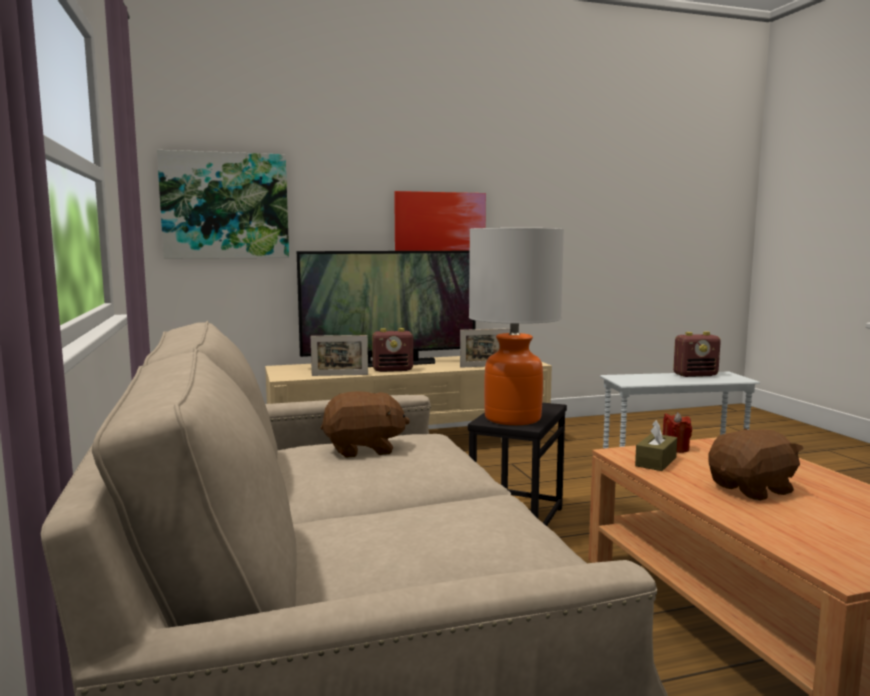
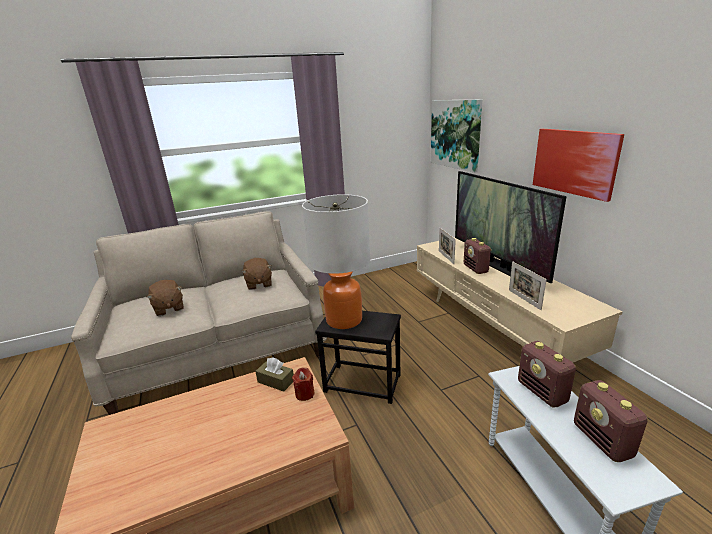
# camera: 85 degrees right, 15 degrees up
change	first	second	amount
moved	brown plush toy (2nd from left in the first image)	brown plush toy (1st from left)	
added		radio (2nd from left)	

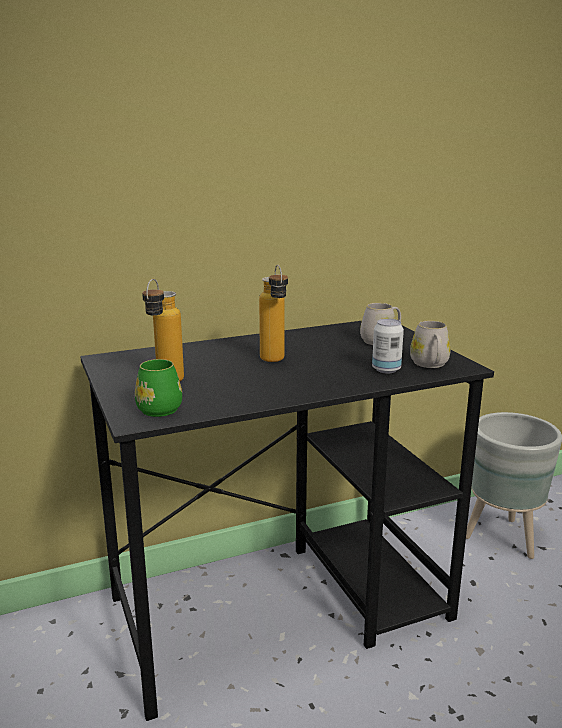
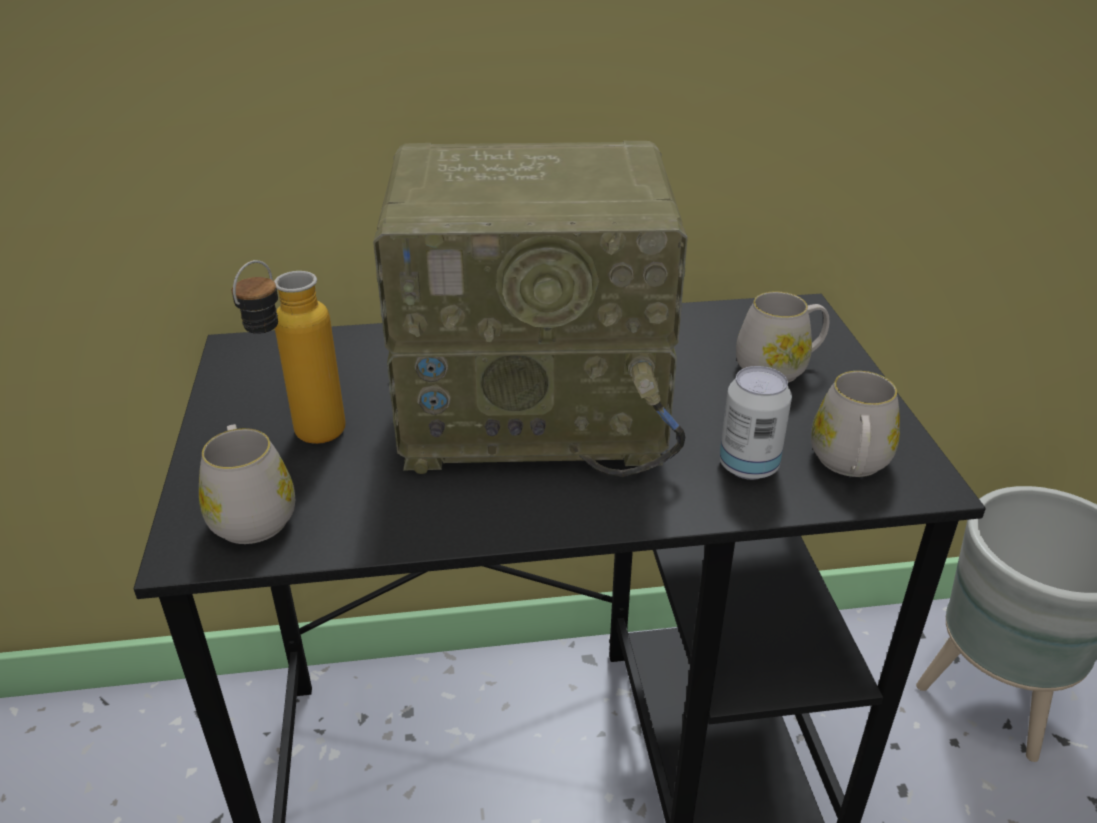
# camera: 15 degrees right, 15 degrees up
change	first	second	amount
replaced	bottle (2nd from left)	radio	
recoloured	green mug	white mug (1st from left)	

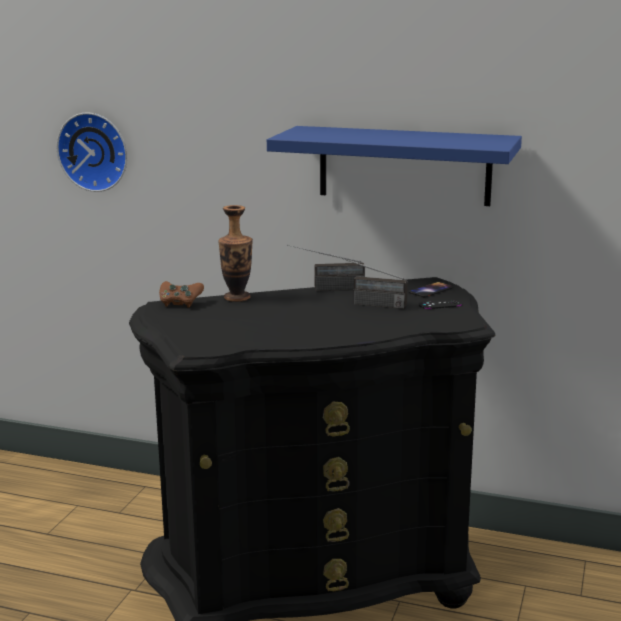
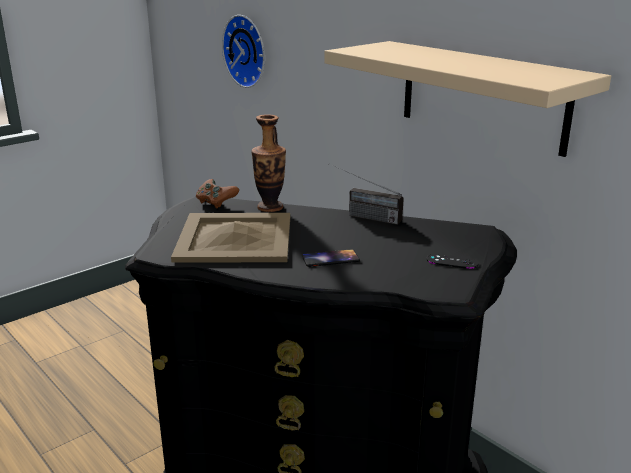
# camera: 30 degrees right, 5 degrees up
change	first	second	amount
recoloured	blue shelf	beige shelf	
removed	radio (2nd from left)		
moved	phone		
added		beige tray	

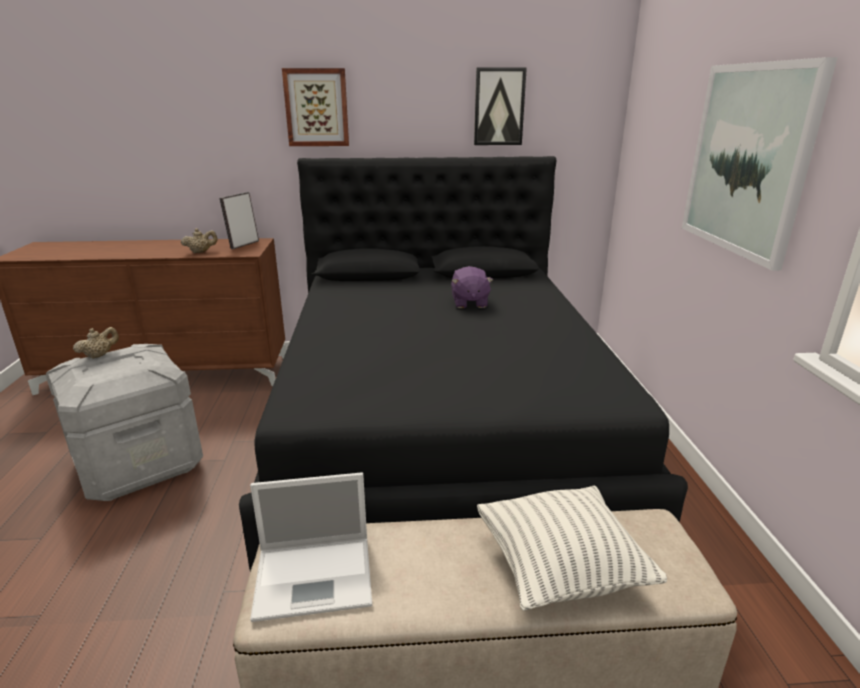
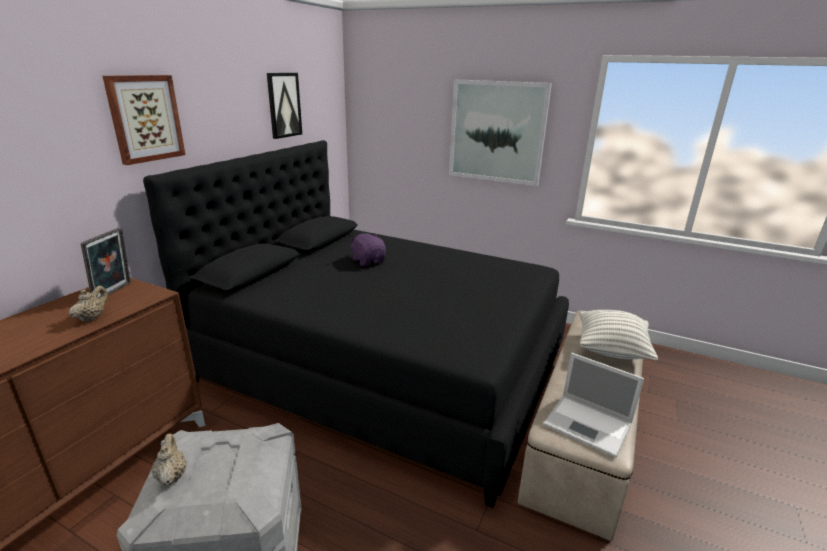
# camera: 60 degrees left, 0 degrees up
change	first	second	amount
turned	picture frame		135 degrees counterclockwise
turned	purple plush toy		150 degrees counterclockwise
turned	laptop		105 degrees clockwise

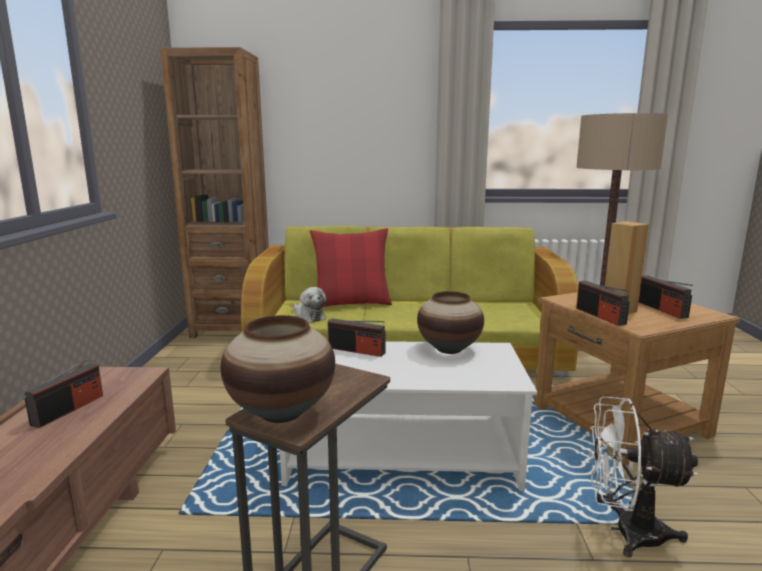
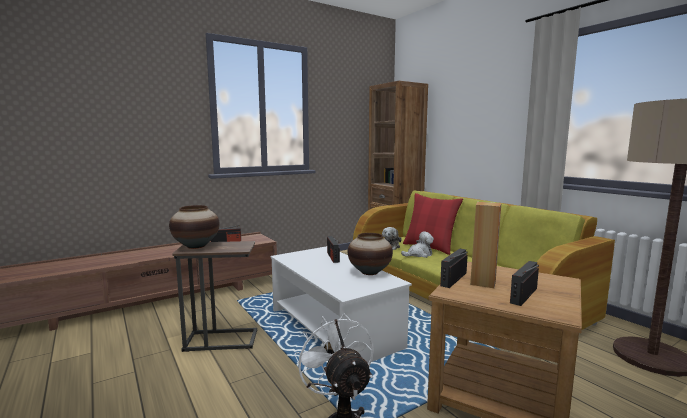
# camera: 55 degrees right, 5 degrees down
change	first	second	amount
added		plush toy (2nd from left)	

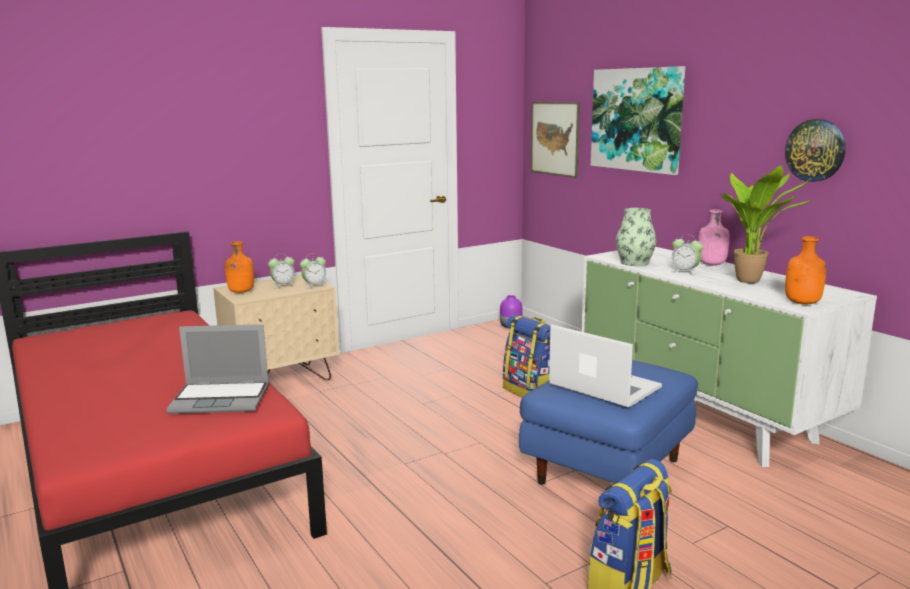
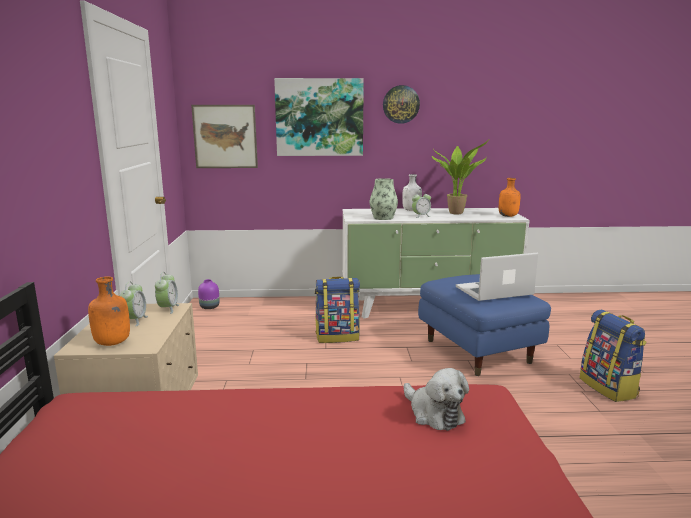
# camera: 60 degrees left, 0 degrees up
change	first	second	amount
moved	wall clock		
recoloured	pink bottle	white bottle	
replaced	laptop (1st from left)	plush toy	

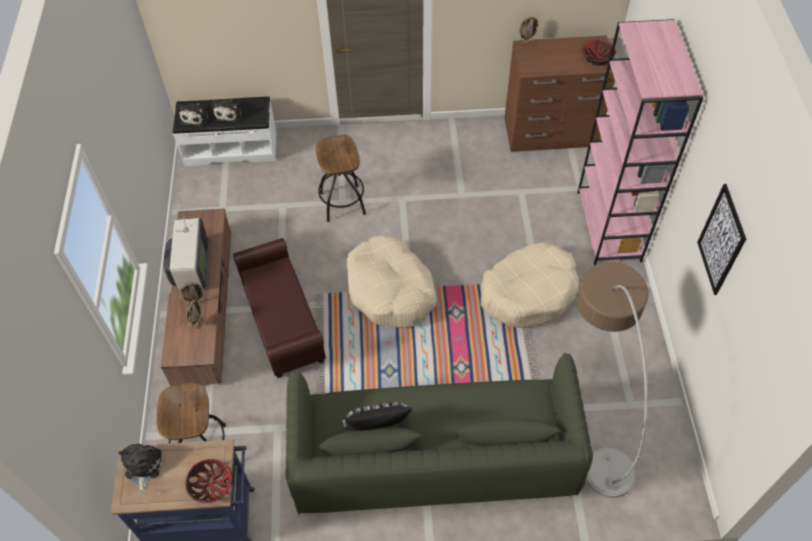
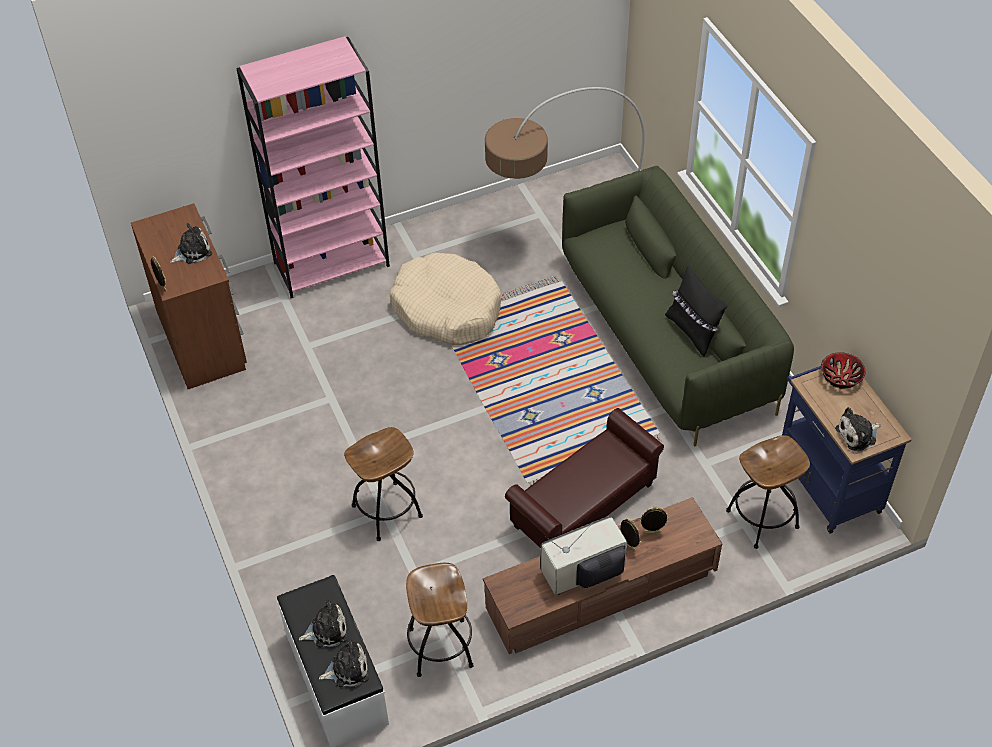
# camera: 110 degrees left, 5 degrees down
change	first	second	amount
removed	bowl (2nd from left)		
removed	picture		
removed	beige dog bed (1st from left)		
added		plush toy (1st from left)	
added		brown stool (2nd from left)	

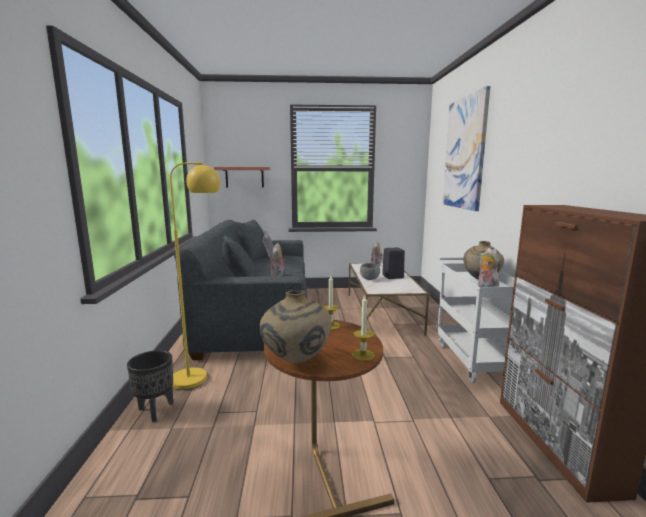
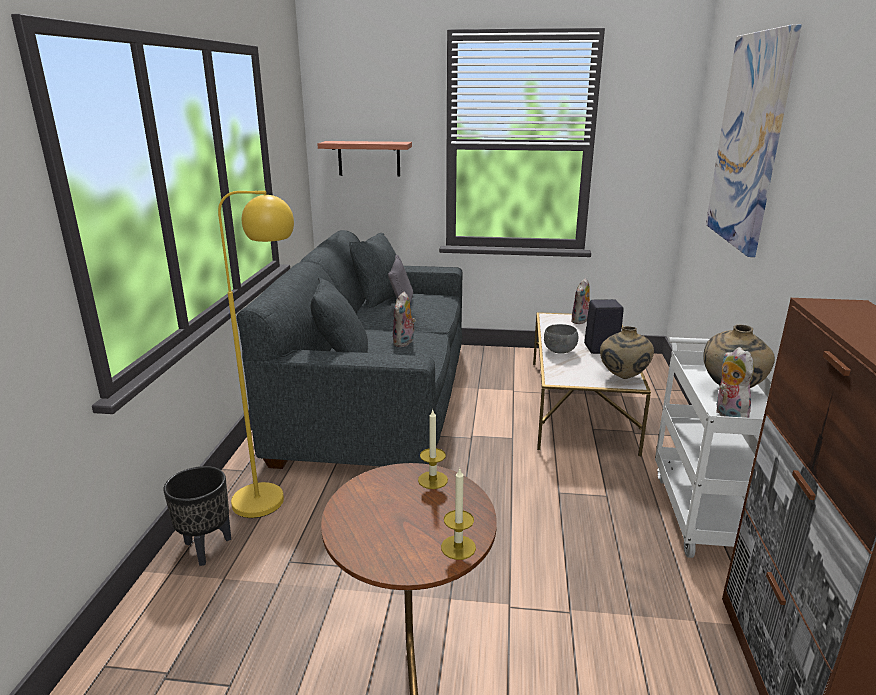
# camera: 10 degrees right, 10 degrees up
change	first	second	amount
moved	beige vase (1st from left)		

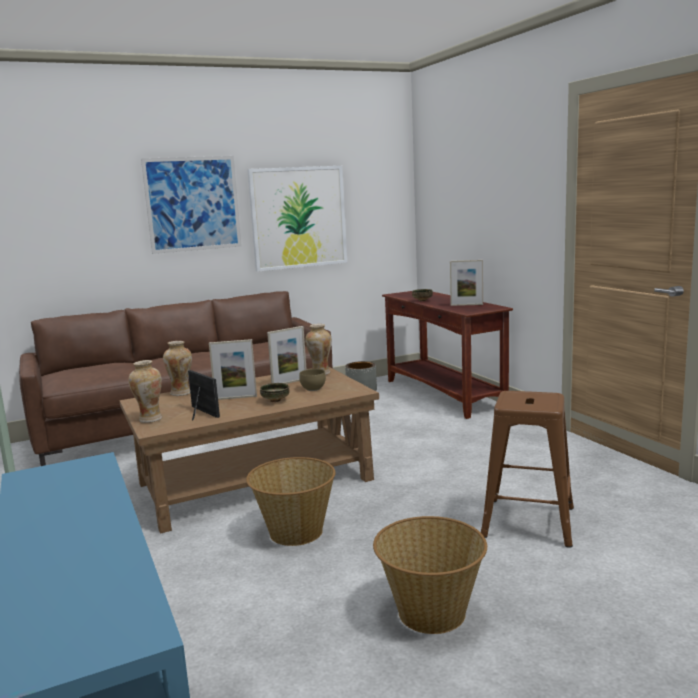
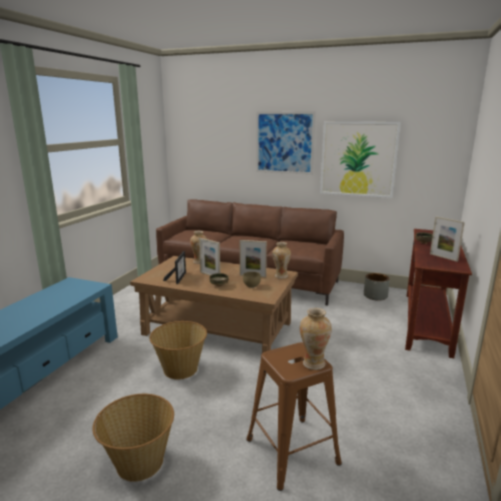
# camera: 45 degrees right, 5 degrees up
change	first	second	amount
moved	vase (1st from left in the first image)	vase (3rd from left)	

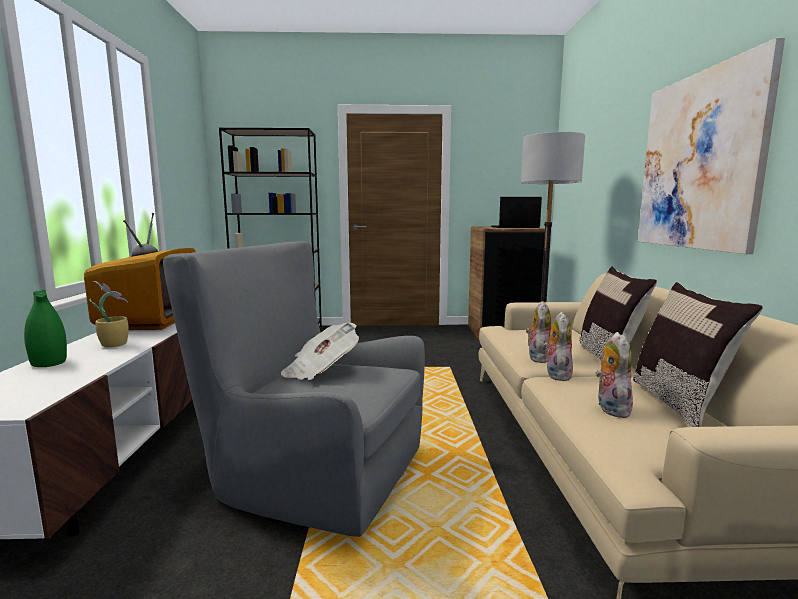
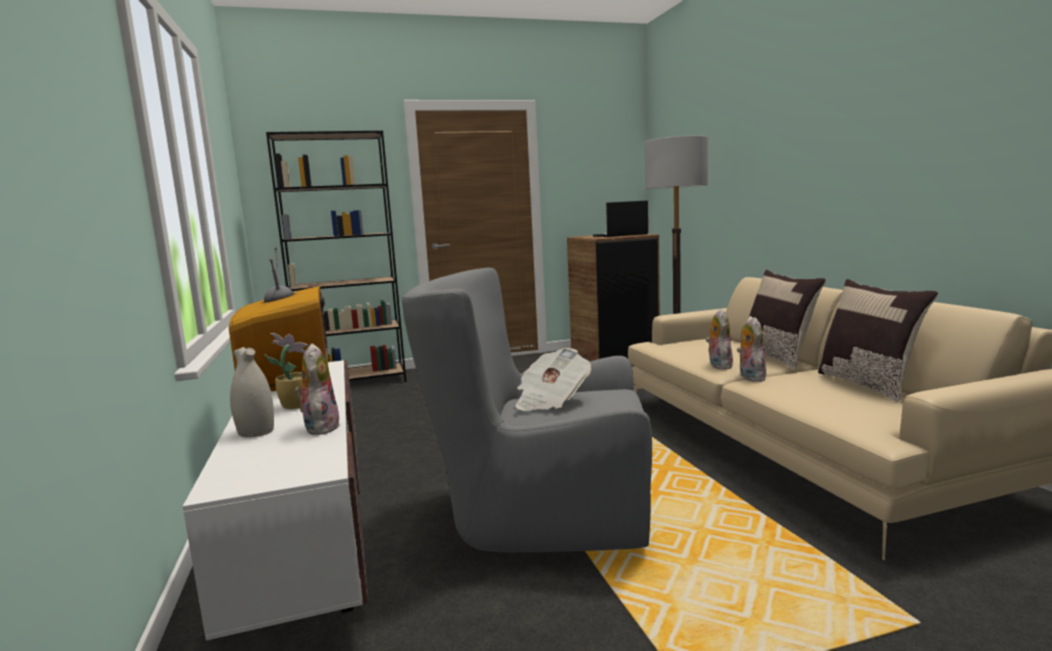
# camera: 15 degrees left, 0 degrees up
change	first	second	amount
removed	picture		
recoloured	green vase	white vase	
moved	plush toy (3rd from left in the first image)	plush toy (1st from left)	

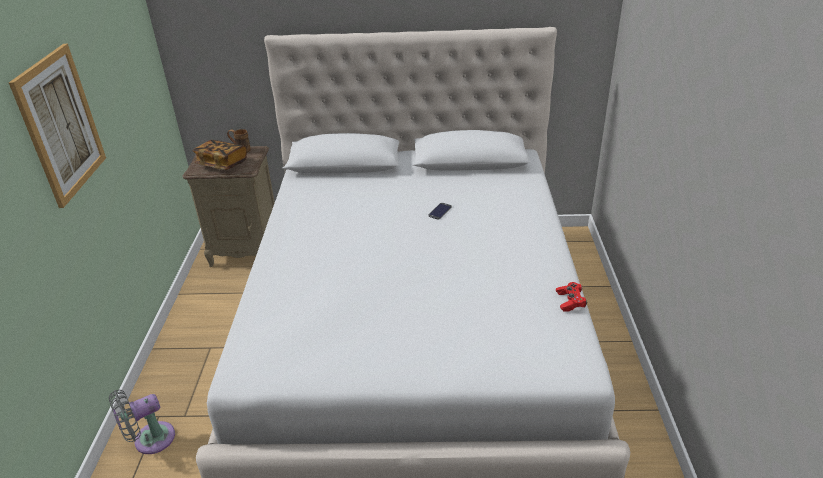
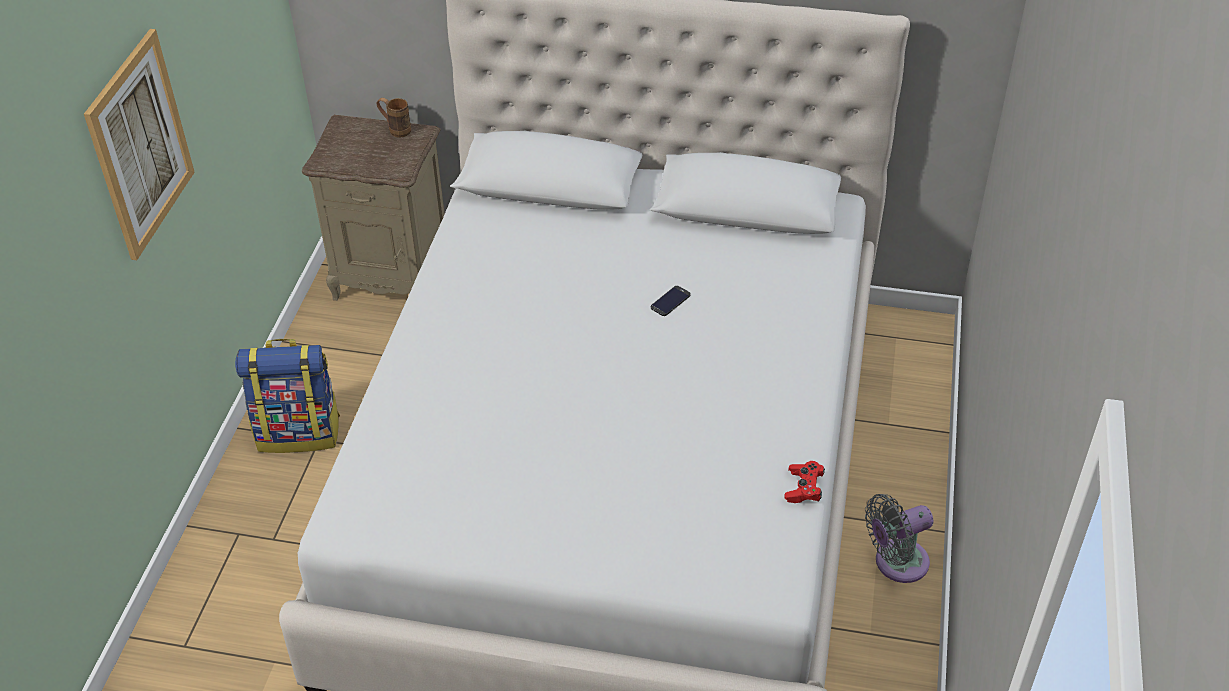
# camera: 10 degrees right, 10 degrees up
change	first	second	amount
removed	book		
moved	grey fan		
added		backpack	

